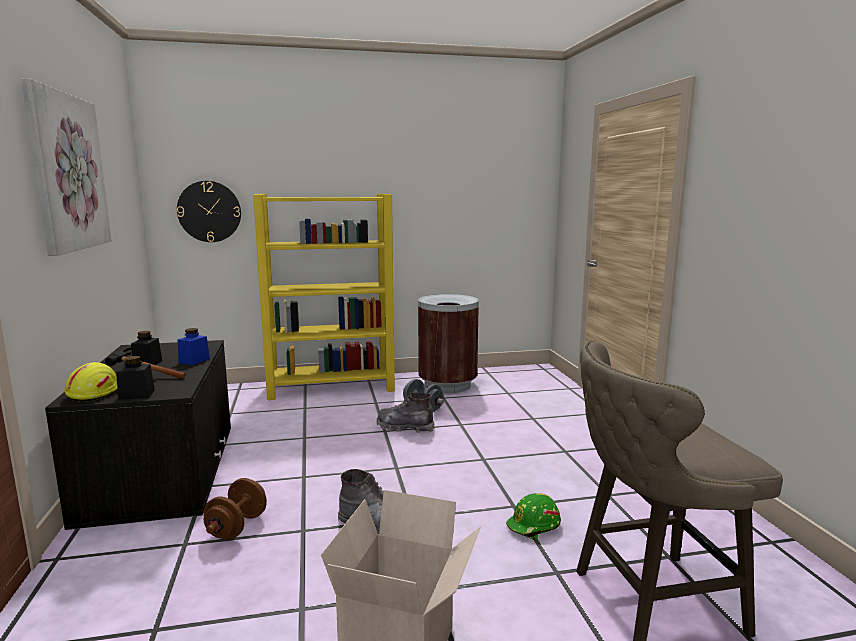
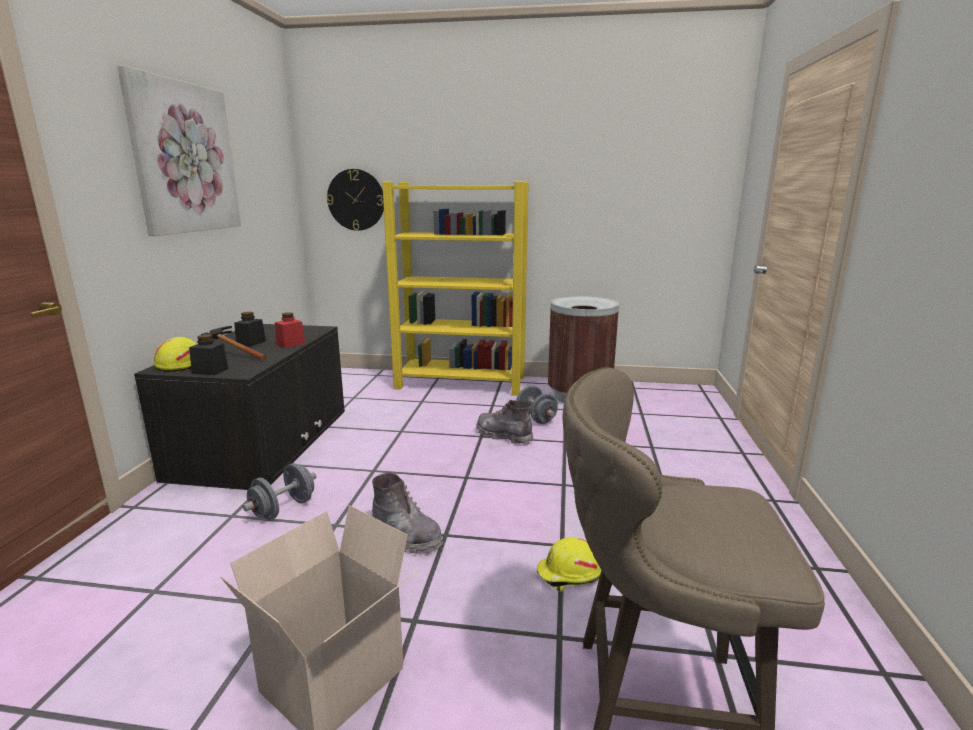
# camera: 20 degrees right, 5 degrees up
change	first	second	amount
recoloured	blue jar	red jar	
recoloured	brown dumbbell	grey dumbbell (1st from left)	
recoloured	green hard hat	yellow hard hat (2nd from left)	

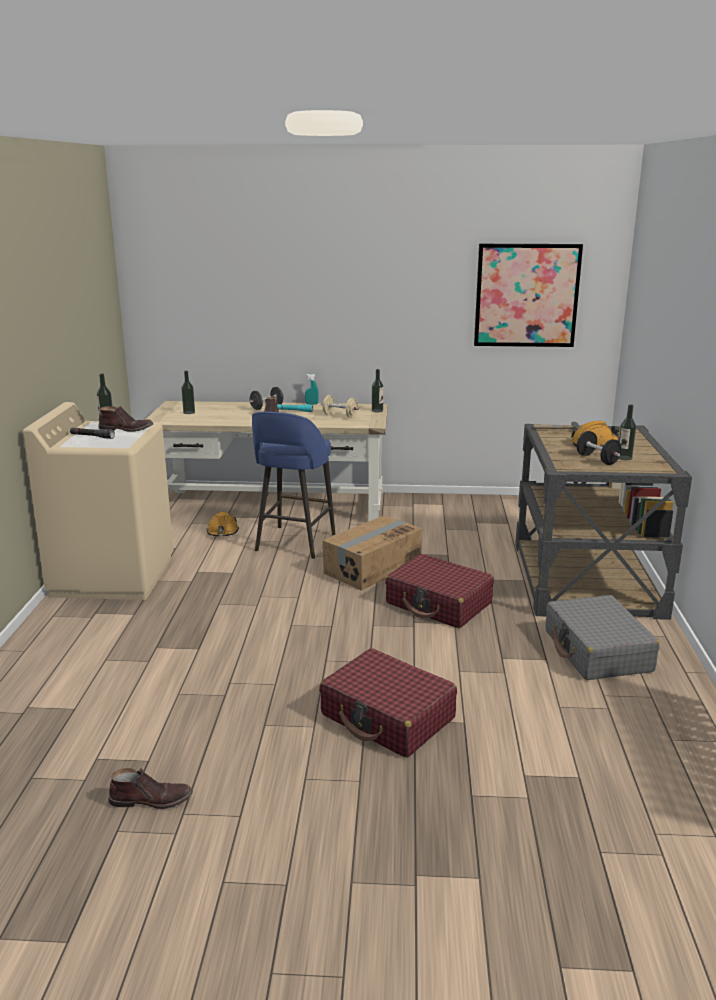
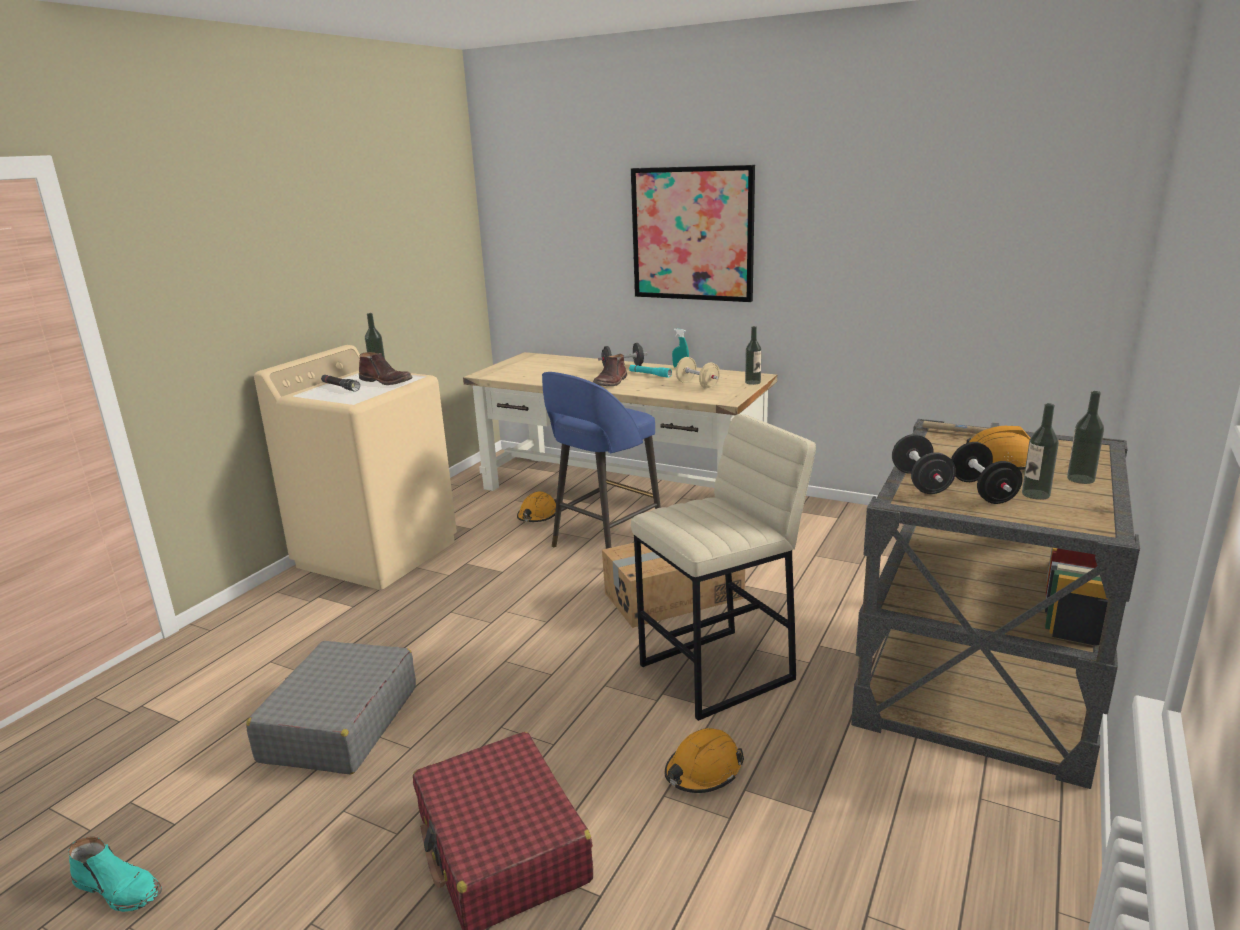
# camera: 25 degrees right, 0 degrees up
change	first	second	amount
moved	picture		
moved	bottle (2nd from left in the first image)	bottle (4th from left)	
replaced	red suitcase (2nd from left)	beige stool	
moved	grey suitcase		
recoloured	brown boot (2nd from left)	turquoise boot	
added		black dumbbell (2nd from left)	
added		orange hard hat (2nd from left)	

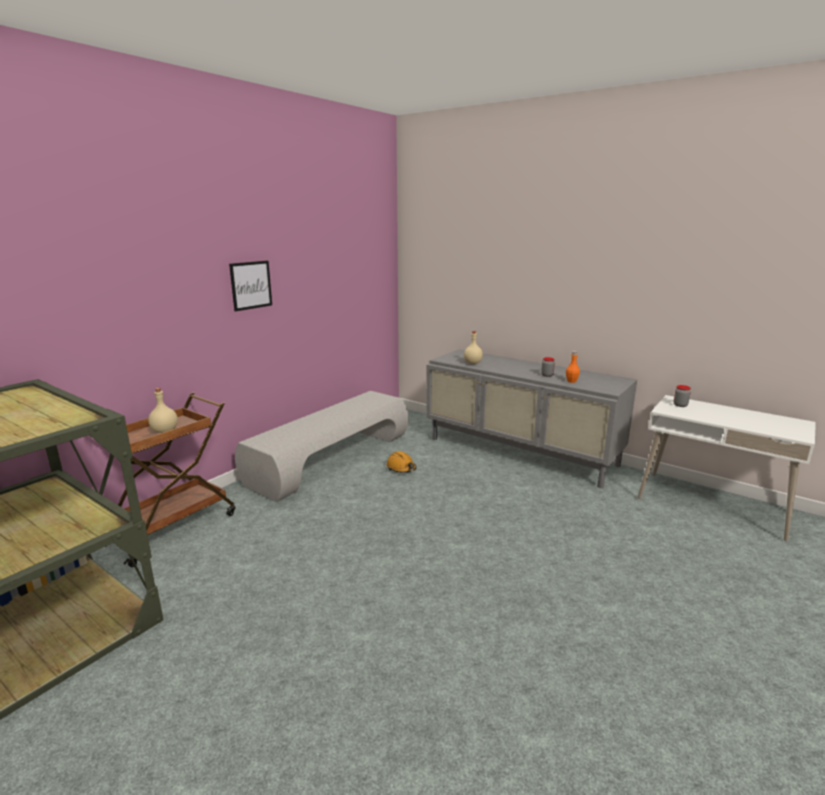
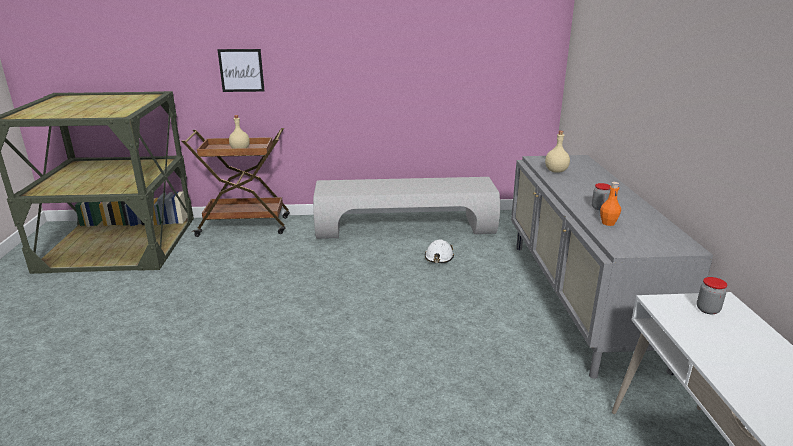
# camera: 50 degrees right, 5 degrees up
change	first	second	amount
moved	picture		
recoloured	orange hard hat	white hard hat	

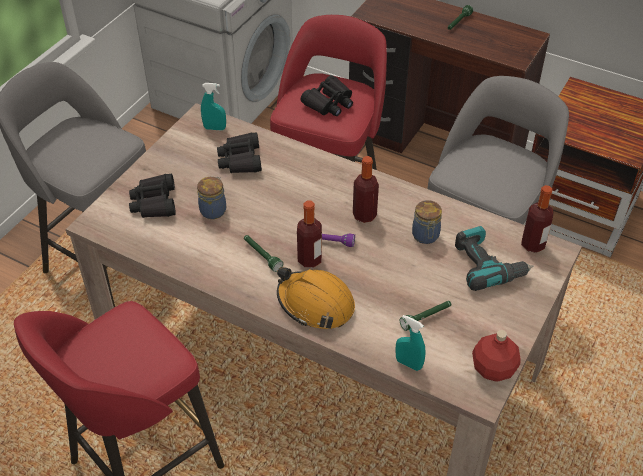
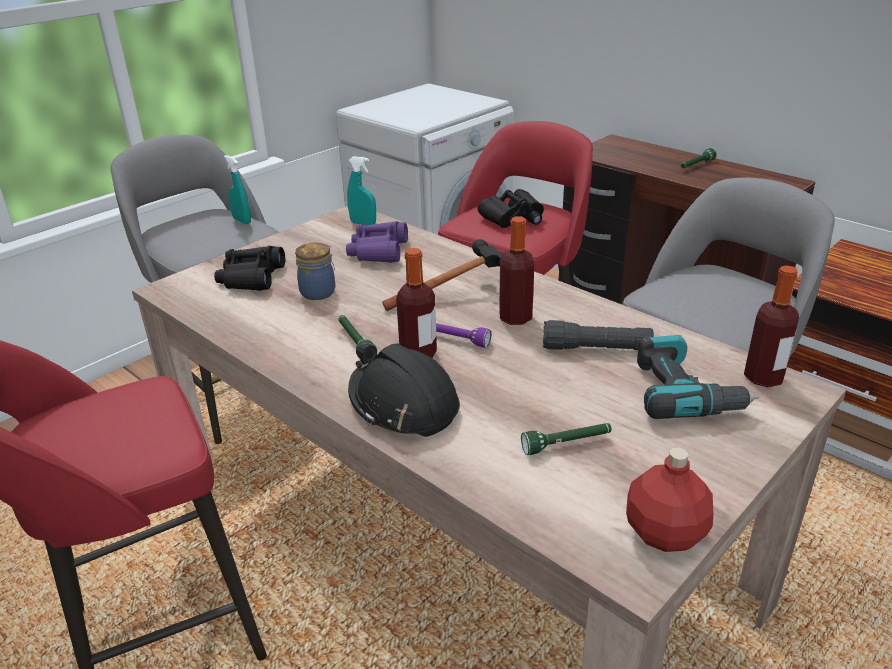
# camera: 15 degrees right, 15 degrees down
change	first	second	amount
recoloured	black binoculars (2nd from left)	purple binoculars	
replaced	jar (2nd from left)	black flashlight	
recoloured	orange hard hat	black hard hat	
moved	turquoise spray bottle (2nd from left in the first image)	turquoise spray bottle (1st from left)	
added		hammer	

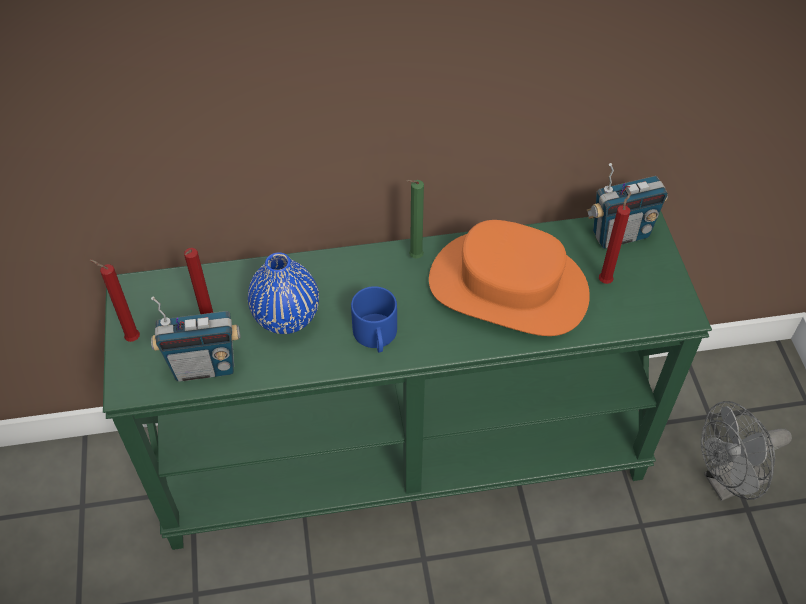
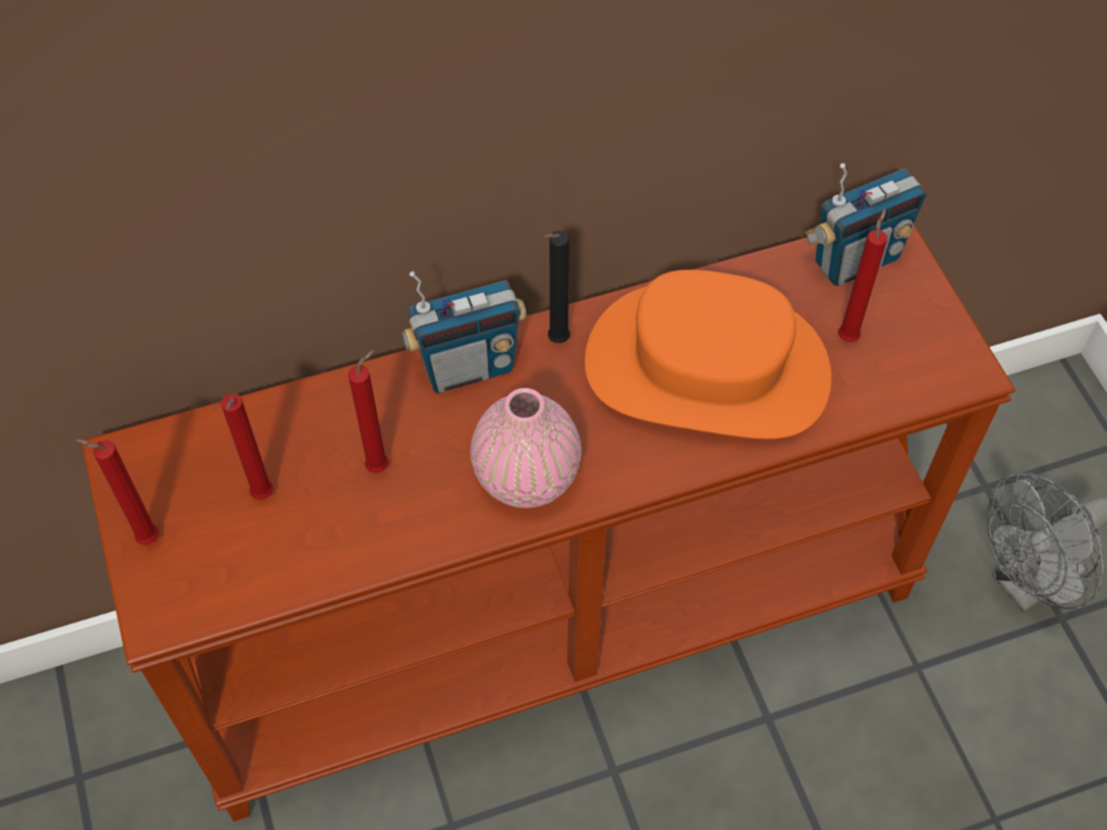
# camera: 10 degrees left, 5 degrees up
change	first	second	amount
recoloured	green candle	black candle	
recoloured	green console table	brown console table	
replaced	blue vase	red candle (3rd from left)	
replaced	blue mug	pink vase	
moved	radio (1st from left)		

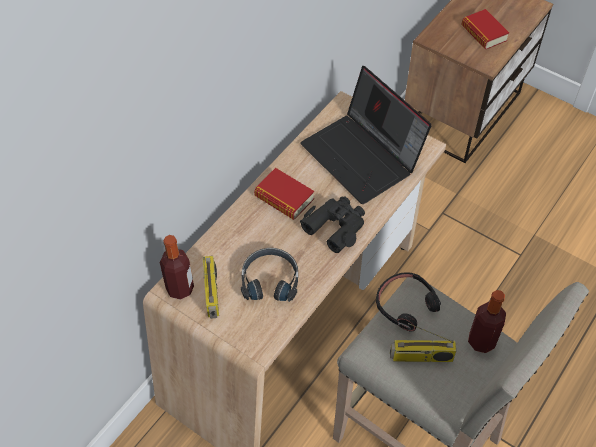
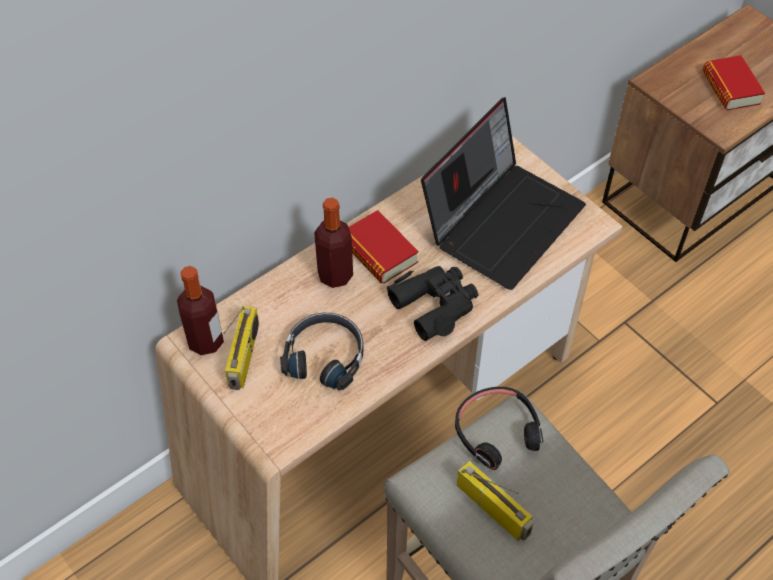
# camera: 15 degrees right, 0 degrees up
change	first	second	amount
turned	laptop		120 degrees counterclockwise
moved	bottle (2nd from left)		
turned	radio (2nd from left)		150 degrees counterclockwise

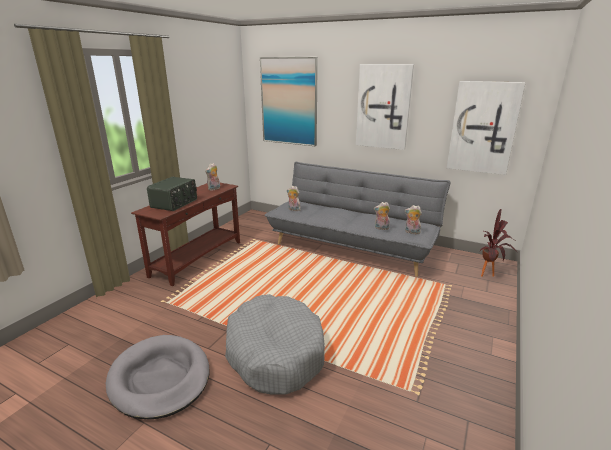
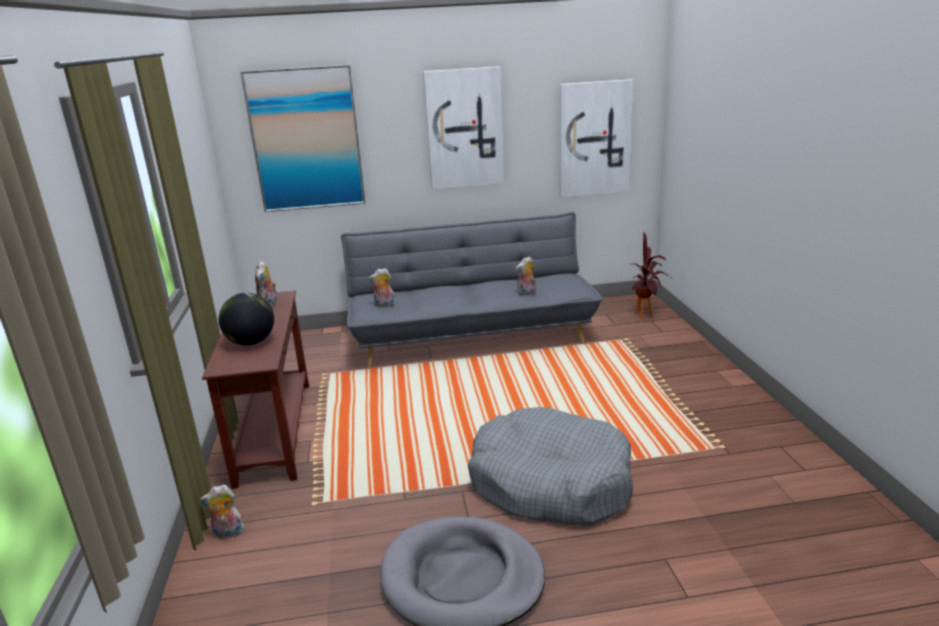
# camera: 35 degrees left, 0 degrees up
change	first	second	amount
replaced	radio	globe	
moved	plush toy (4th from left in the first image)	plush toy (1st from left)	

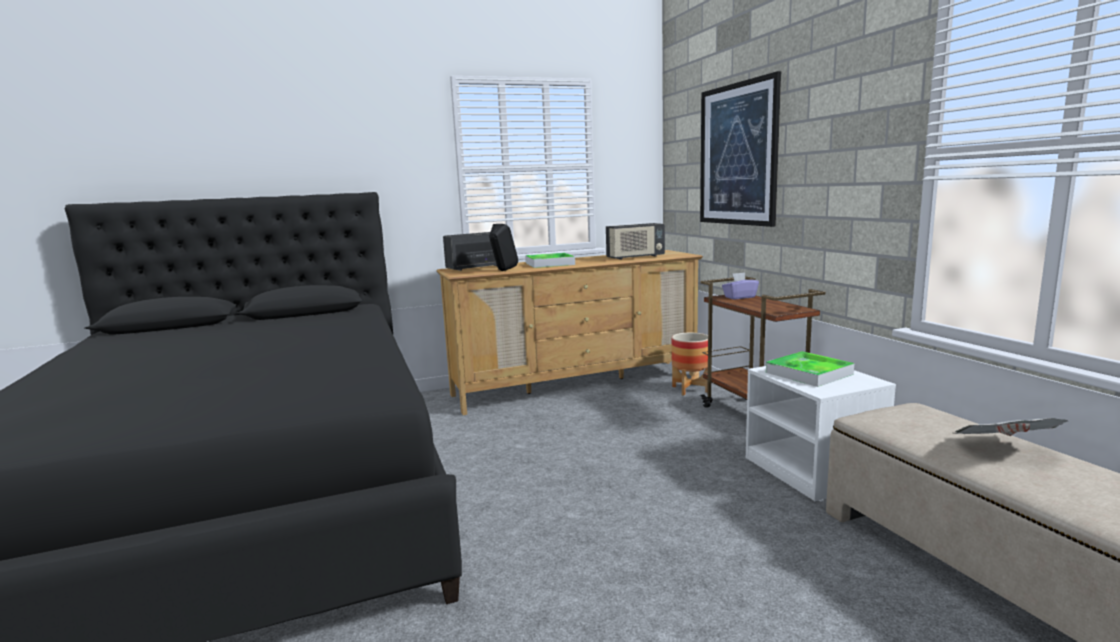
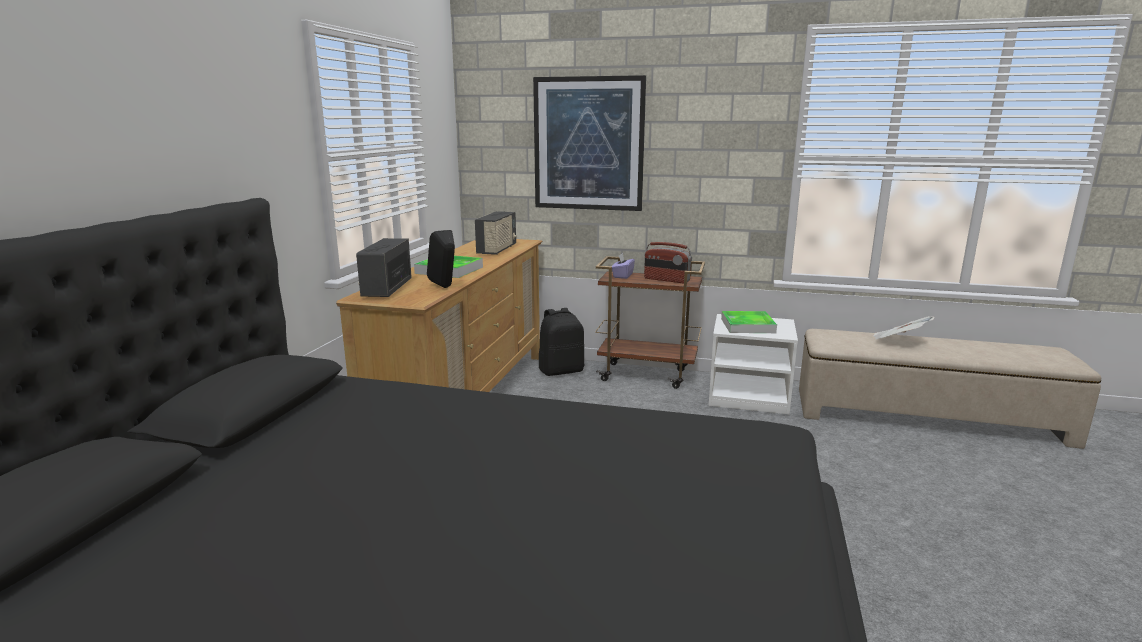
# camera: 55 degrees left, 5 degrees up
change	first	second	amount
replaced	planter	black backpack	
added		radio (3rd from left)	

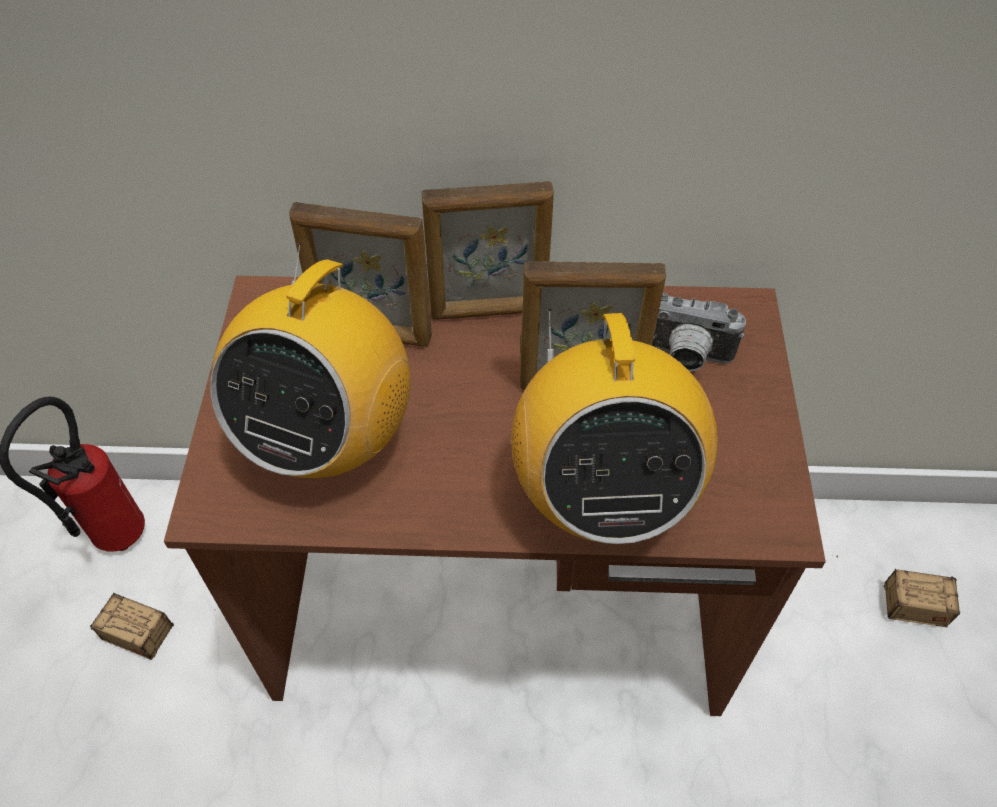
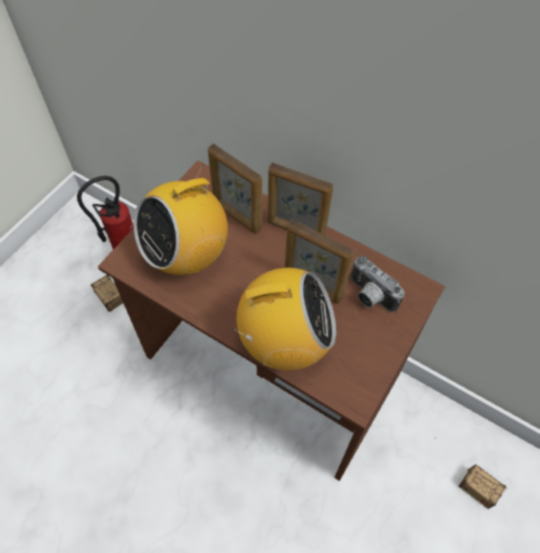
# camera: 30 degrees right, 5 degrees up
change	first	second	amount
turned	radio (2nd from left)		120 degrees counterclockwise

